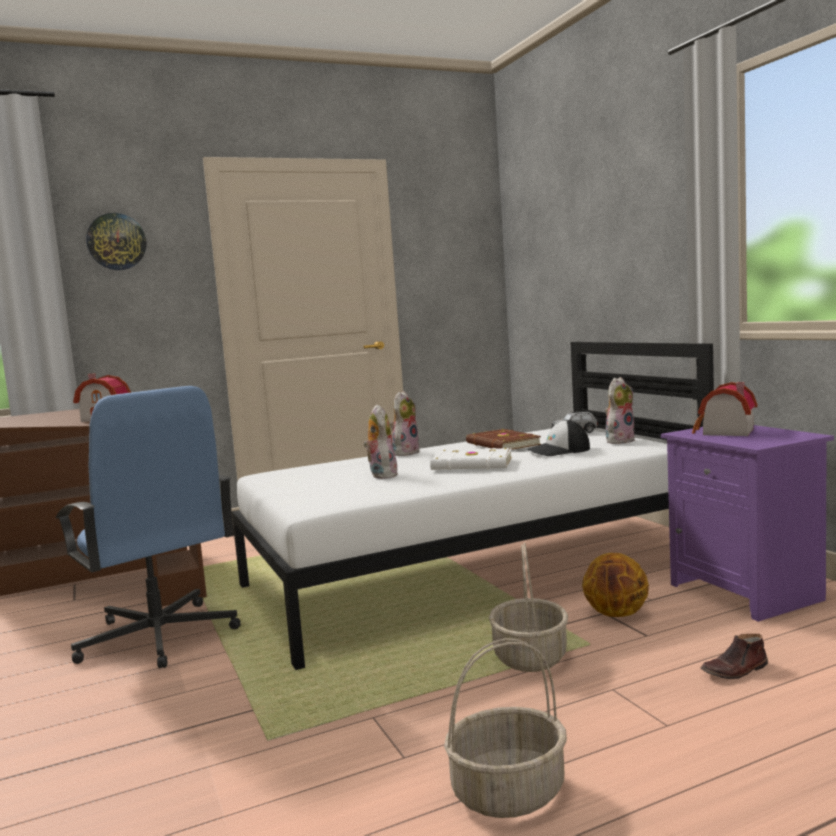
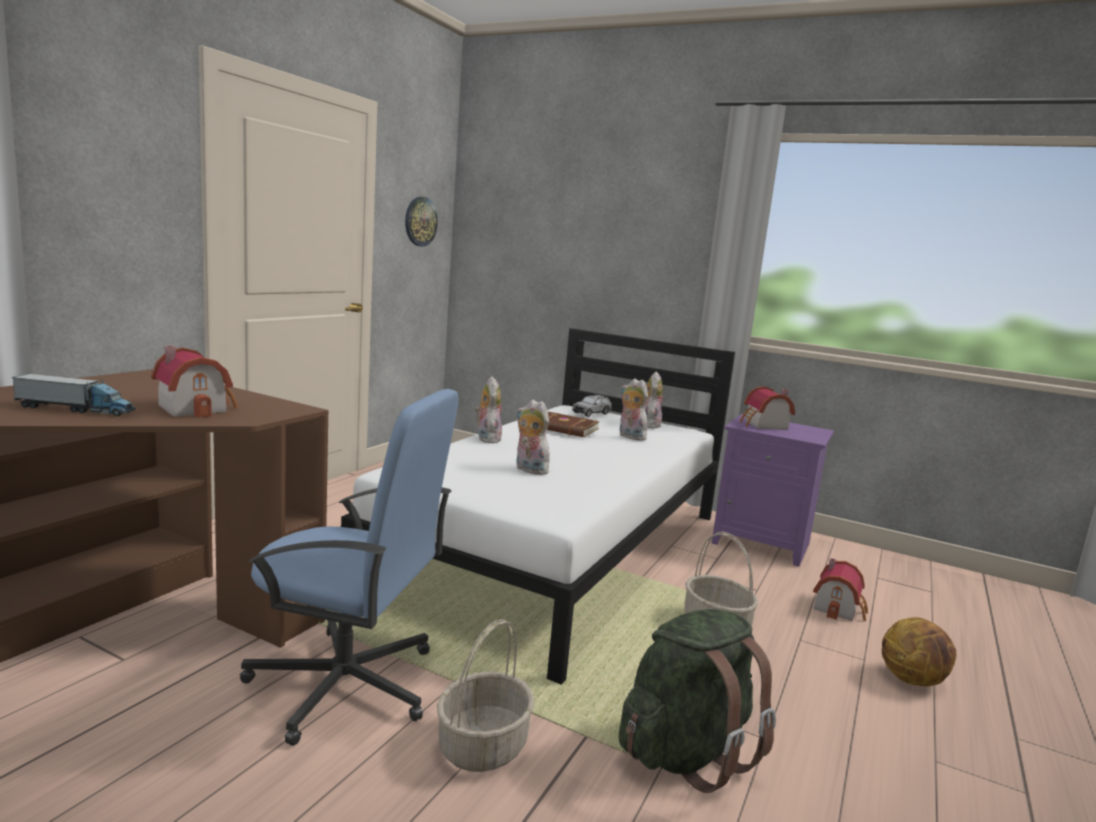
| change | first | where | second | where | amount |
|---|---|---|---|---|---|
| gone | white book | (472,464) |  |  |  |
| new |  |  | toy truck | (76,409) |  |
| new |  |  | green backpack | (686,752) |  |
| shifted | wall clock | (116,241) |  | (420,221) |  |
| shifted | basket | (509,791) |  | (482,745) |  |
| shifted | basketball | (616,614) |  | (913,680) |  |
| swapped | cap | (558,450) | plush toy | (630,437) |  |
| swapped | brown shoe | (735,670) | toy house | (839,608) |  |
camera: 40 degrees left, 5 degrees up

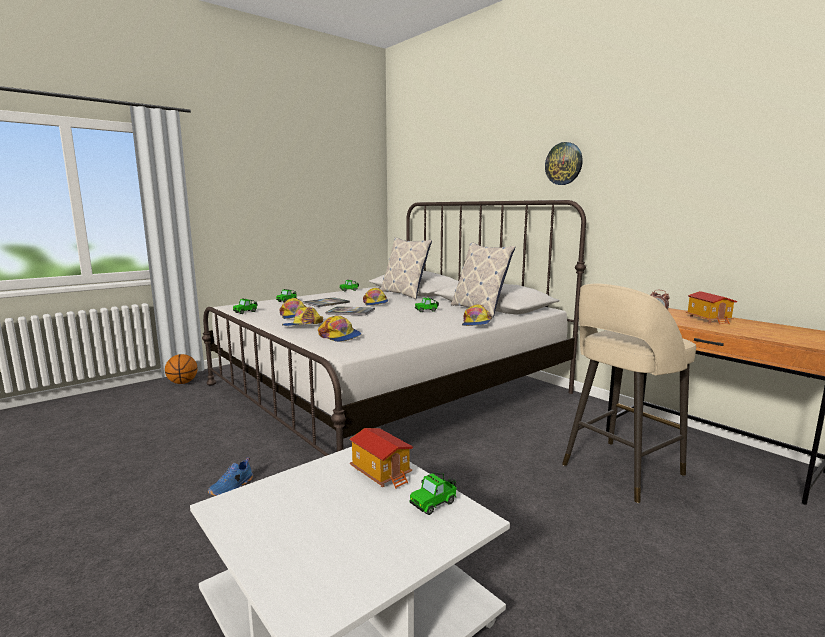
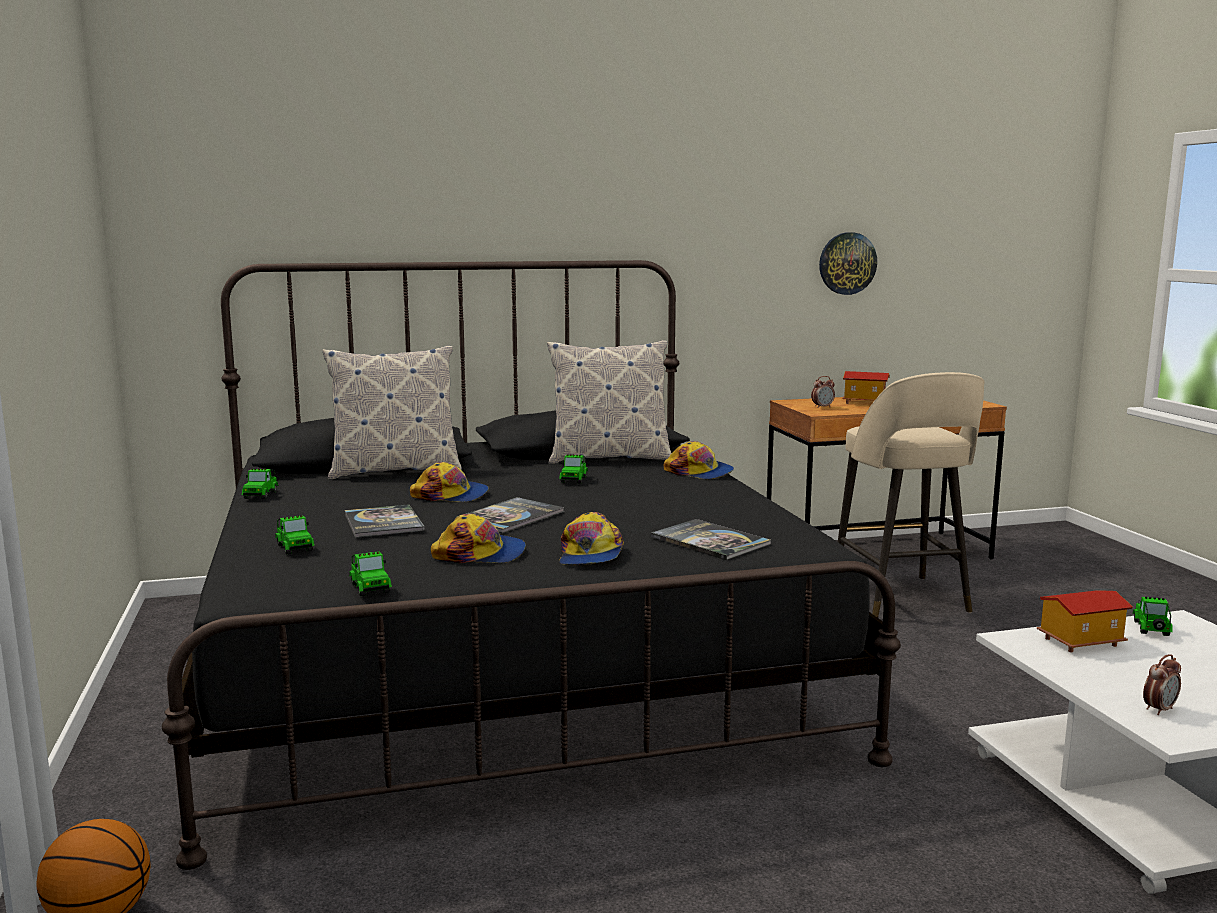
| change | first | where | second | where | amount |
|---|---|---|---|---|---|
| gone | blue shoe | (232,488) |  |  |  |
| new |  |  | alarm clock | (1159,709) |  |
| shifted | wall clock | (564,163) |  | (847,263) |  |
| swapped | cap | (340,336) | book | (710,541) |  |
| repainted | white bed | (387,388) | black bed | (504,662) |  |
| rotated | toy car | (435,503) |  | (1151,629) | 150 degrees counterclockwise |
camera: 65 degrees left, 0 degrees up

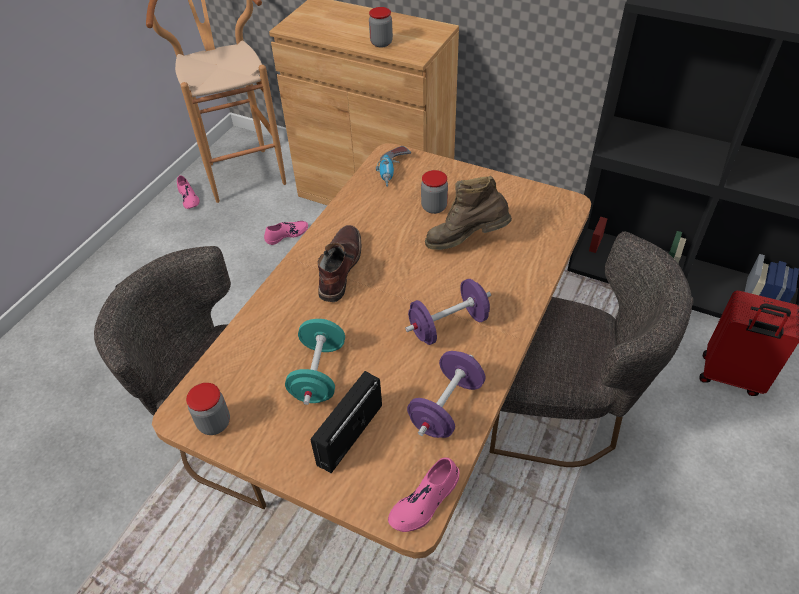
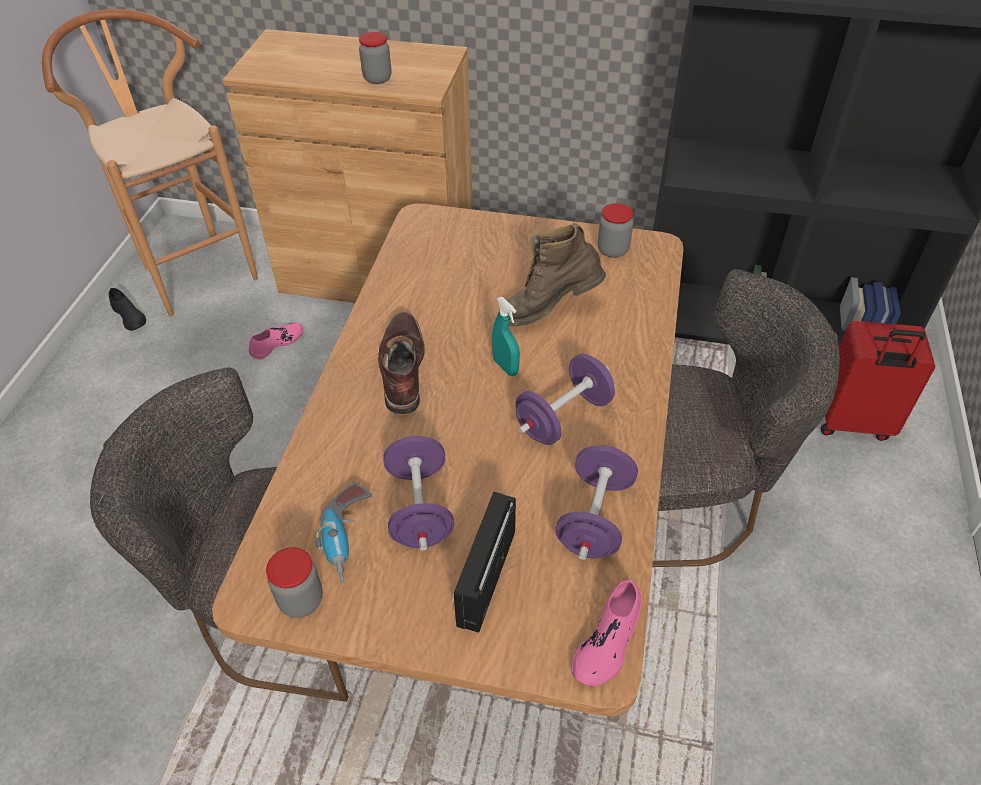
| change | first | where | second | where | amount |
|---|---|---|---|---|---|
| new |  |  | turquoise spray bottle | (505,367) |  |
| shifted | power drill | (394,172) |  | (349,538) |  |
| shifted | jar | (434,207) |  | (613,250) |  |
| repainted | pink shoe | (189,198) | black shoe | (129,316) |  |
| repainted | turquoise dumbbell | (318,374) | purple dumbbell | (420,509) |  |
camera: 15 degrees left, 0 degrees up

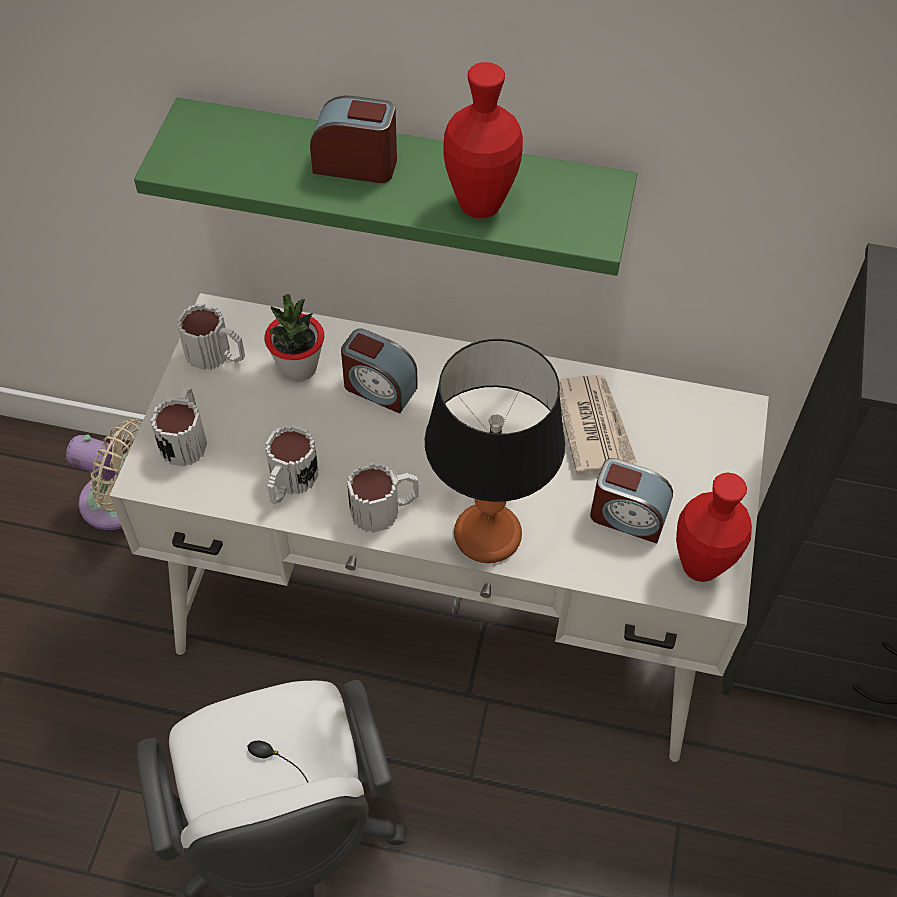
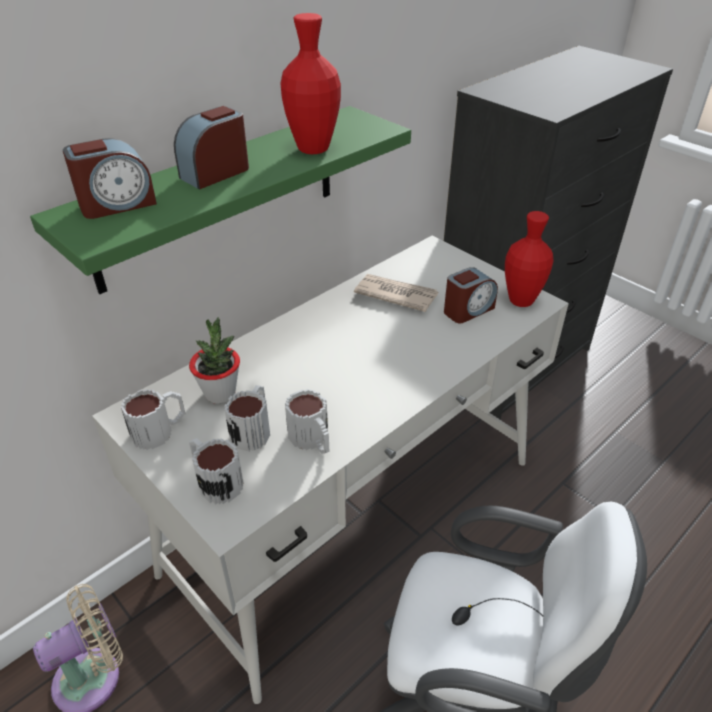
| change | first | where | second | where | amount |
|---|---|---|---|---|---|
| gone | table lamp | (486,535) |  |  |  |
| shifted | alarm clock | (379,388) |  | (117,204) |  |
| shifted | mug | (384,509) |  | (253,429) |  |
camera: 55 degrees left, 15 degrees down

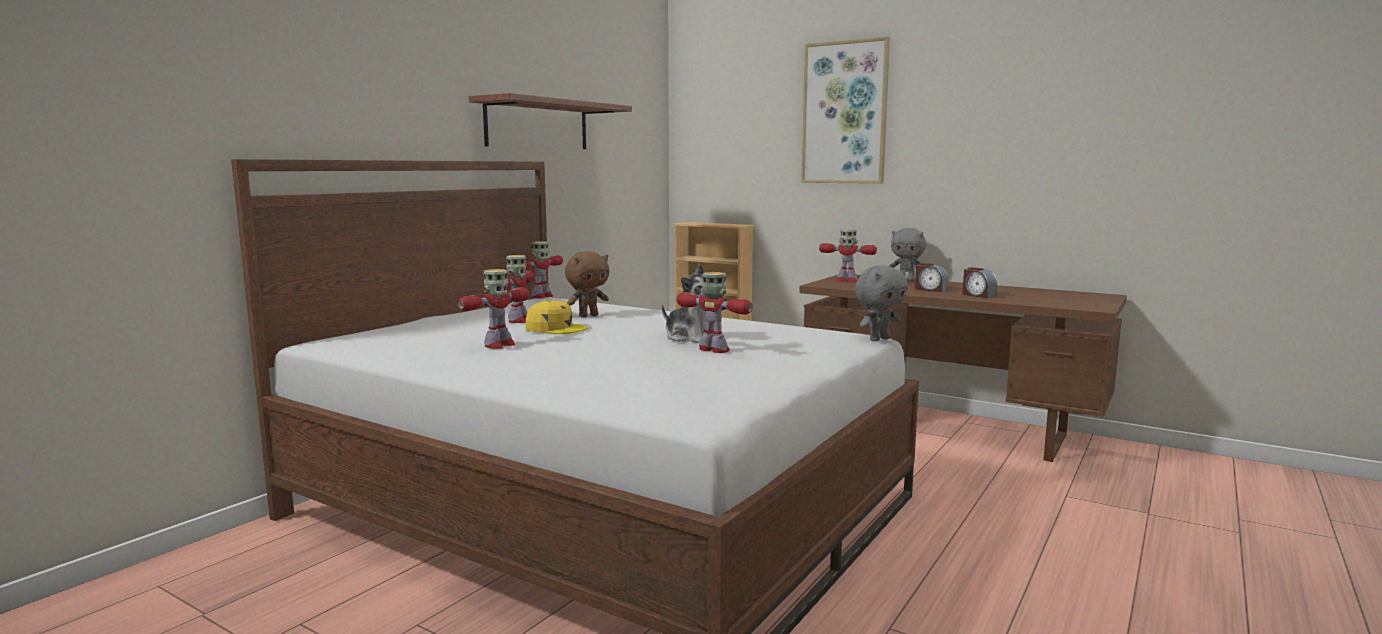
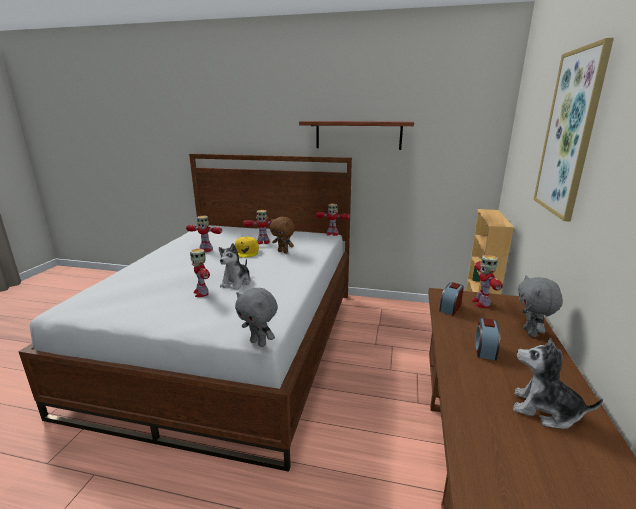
| change | first | where | second | where | amount |
|---|---|---|---|---|---|
| new |  |  | plush toy | (544,410) |  |
| shifted | alarm clock | (978,295) |  | (450,308) |  |
| rotated | toy robot | (714,350) |  | (201,293) | 135 degrees clockwise |
camera: 70 degrees right, 10 degrees up

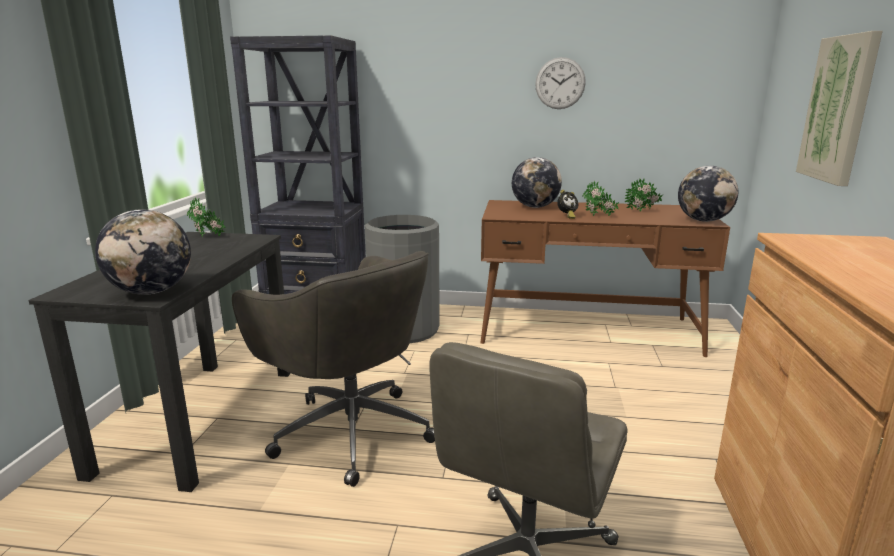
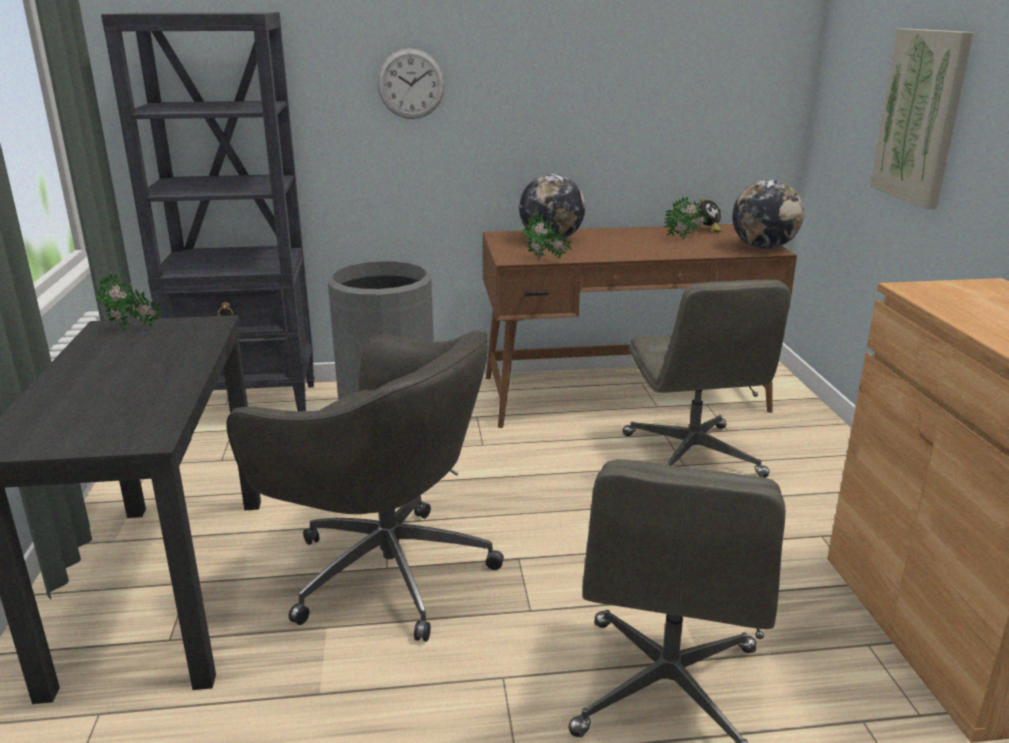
| change | first | where | second | where | amount |
|---|---|---|---|---|---|
| gone | globe | (151,292) |  |  |  |
| new |  |  | grey office chair | (693,456) |  |
| shifted | wall clock | (560,83) |  | (411,84) |  |
| shifted | alarm clock | (566,216) |  | (708,230) |  |
| shifted | potted plant | (598,216) |  | (546,259) |  |
camera: 15 degrees left, 5 degrees up

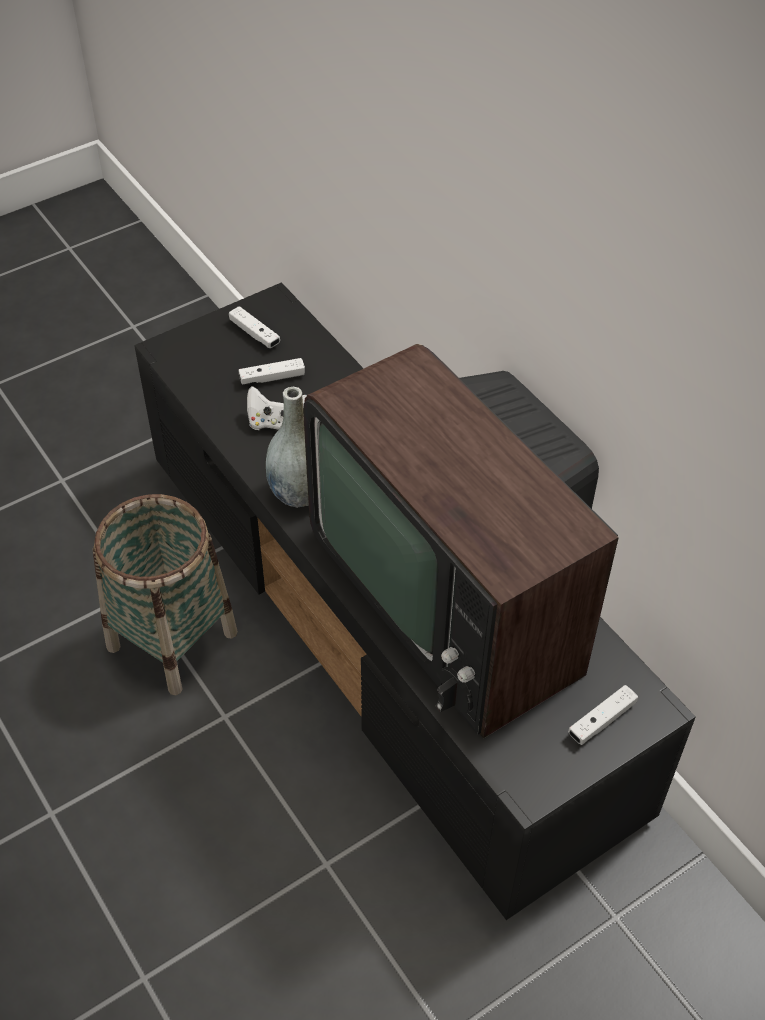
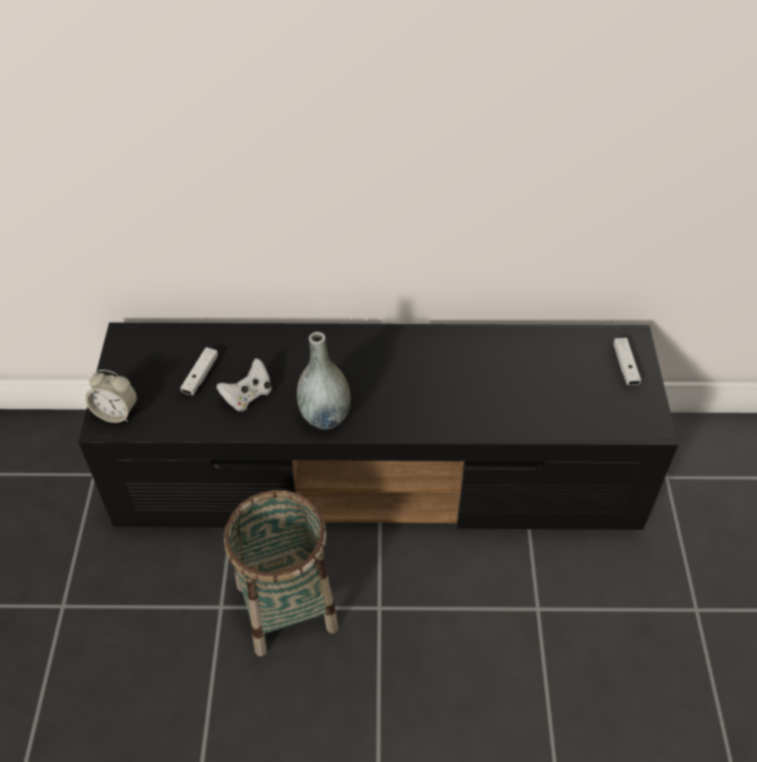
| change | first | where | second | where | amount |
|---|---|---|---|---|---|
| gone | white game controller | (254,334) |  |  |  |
| gone | television | (456,588) |  |  |  |
| new |  |  | alarm clock | (116,412) |  |
camera: 55 degrees left, 0 degrees up

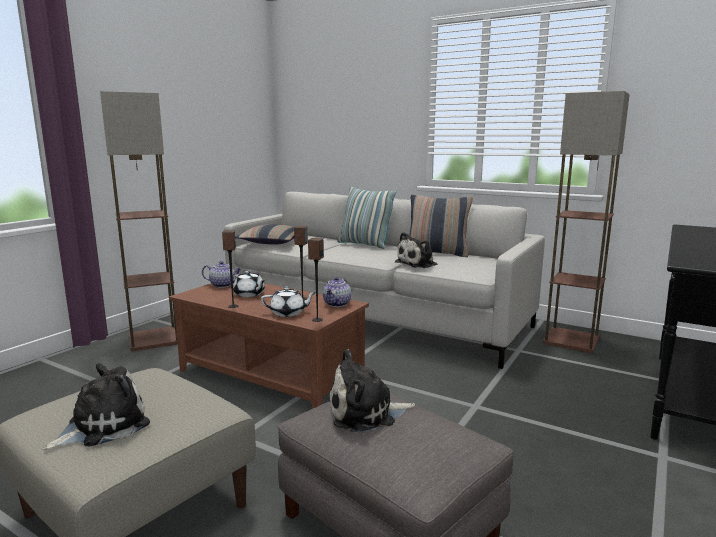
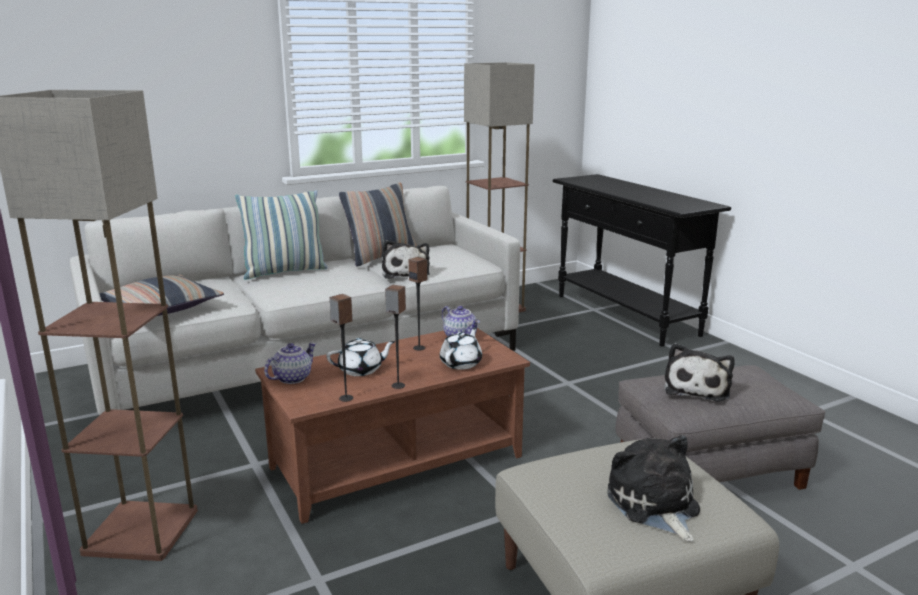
| change | first | where | second | where | amount |
|---|---|---|---|---|---|
| shifted | speaker | (317,320) |  | (345,398) |  |
camera: 60 degrees left, 5 degrees up

